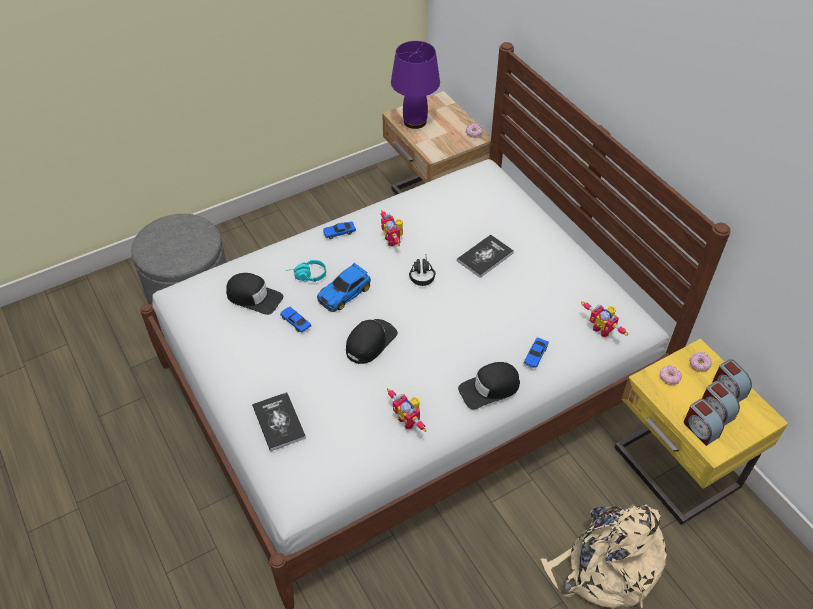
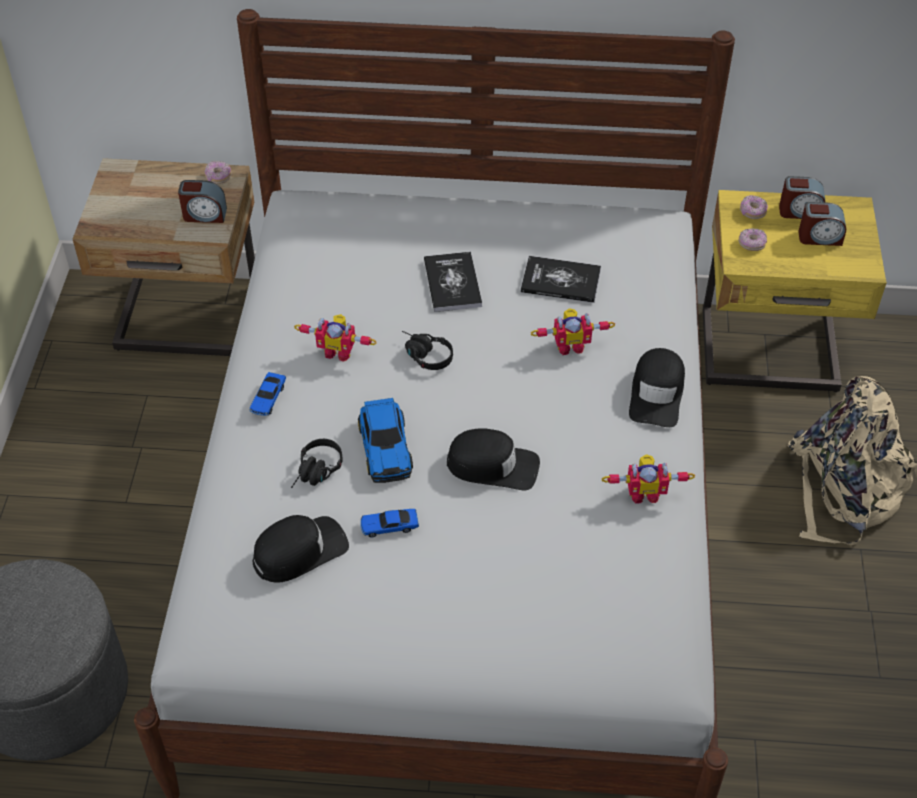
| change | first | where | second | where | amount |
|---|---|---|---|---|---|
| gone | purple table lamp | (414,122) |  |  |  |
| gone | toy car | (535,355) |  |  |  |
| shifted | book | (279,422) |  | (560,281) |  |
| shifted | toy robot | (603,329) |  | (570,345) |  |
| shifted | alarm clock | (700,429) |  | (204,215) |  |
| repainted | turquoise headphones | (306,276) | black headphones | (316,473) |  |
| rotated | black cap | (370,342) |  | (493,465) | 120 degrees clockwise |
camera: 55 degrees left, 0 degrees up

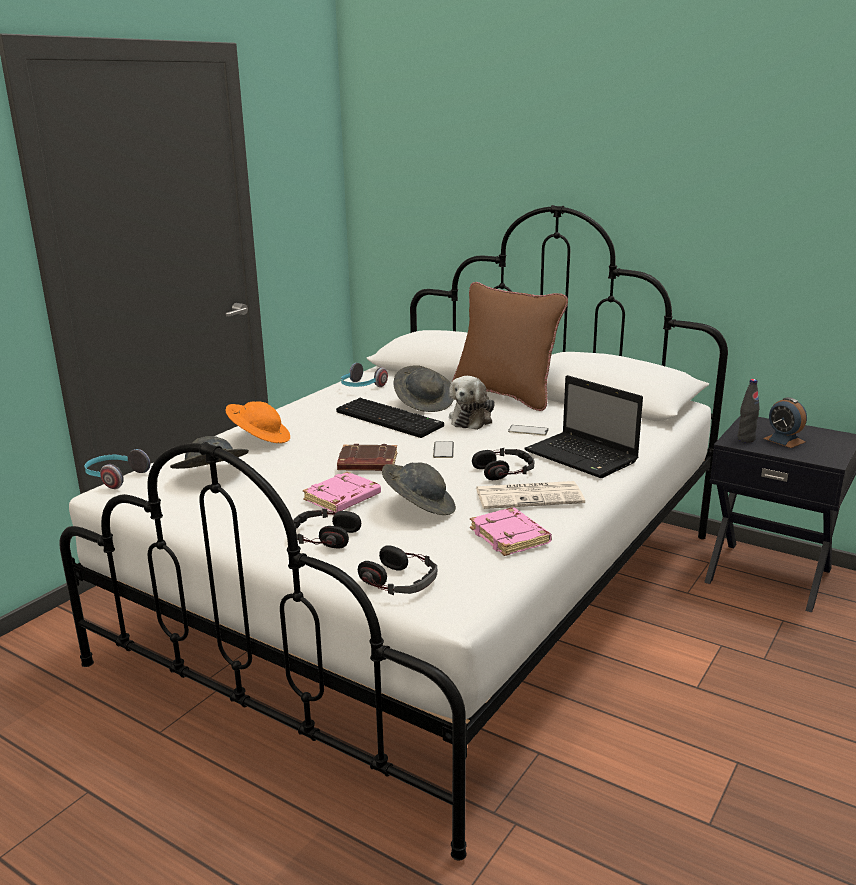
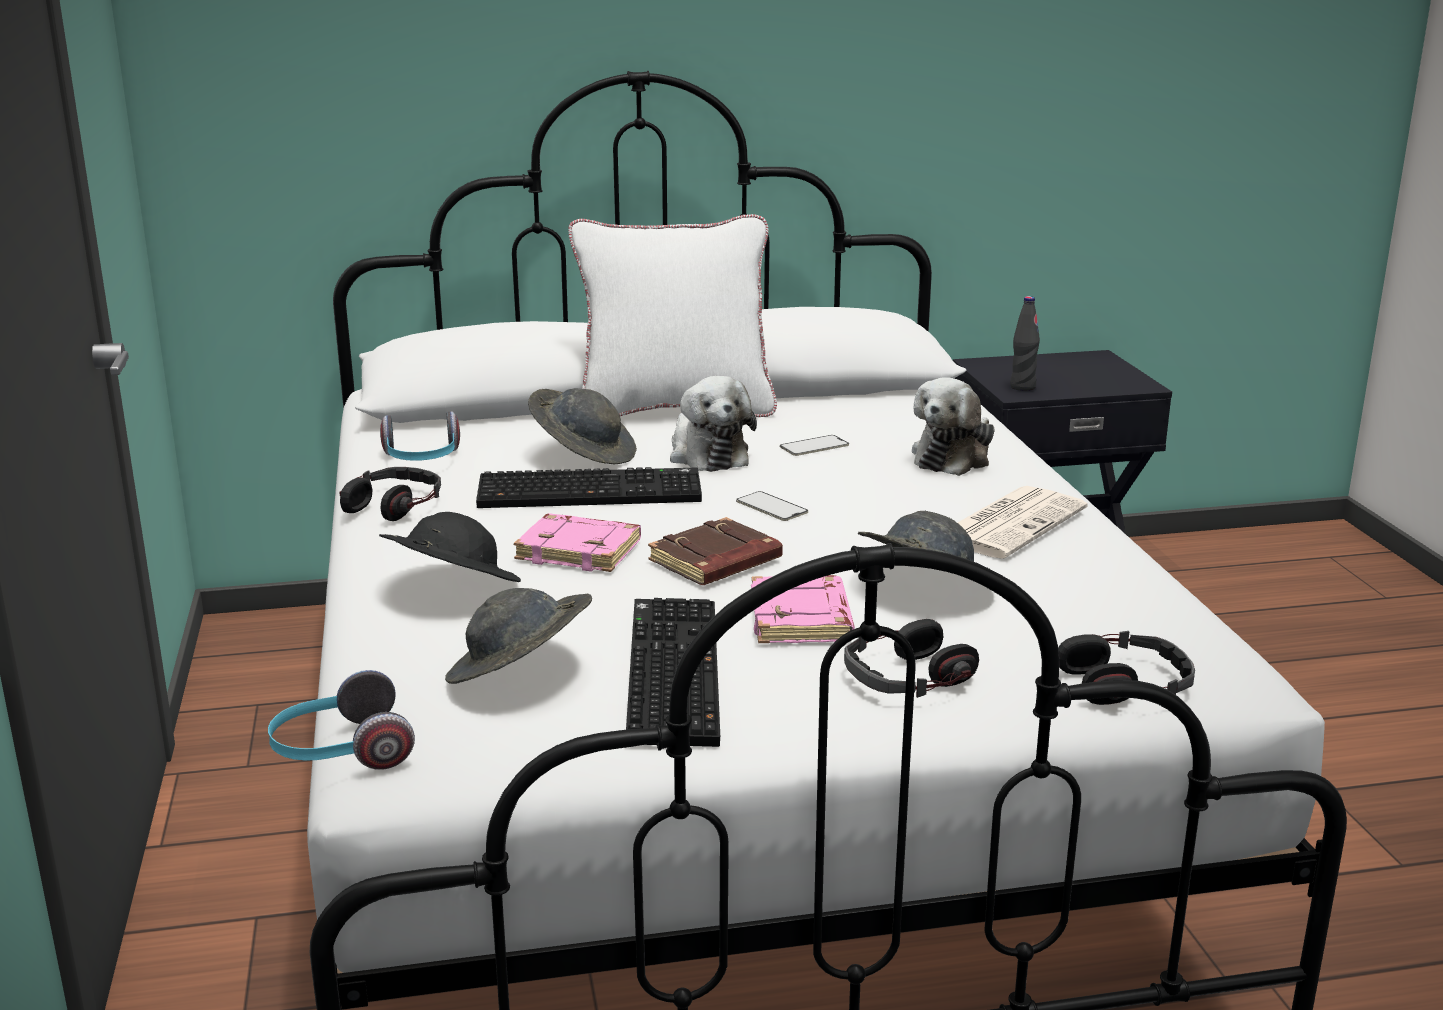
| change | first | where | second | where | amount |
|---|---|---|---|---|---|
| gone | alarm clock | (784,440) |  |  |  |
| new |  |  | keyboard | (668,671) |  |
| shifted | pink book | (511,537) |  | (581,551) |  |
| shifted | headphones | (504,471) |  | (392,505) |  |
| swapped | laptop | (583,457) | plush toy | (953,457) |  |
| repainted | orange hat | (260,439) | black hat | (451,590) |  |
| repainted | brown pillow | (505,396) | white pillow | (674,410) |  |
camera: 45 degrees left, 0 degrees up

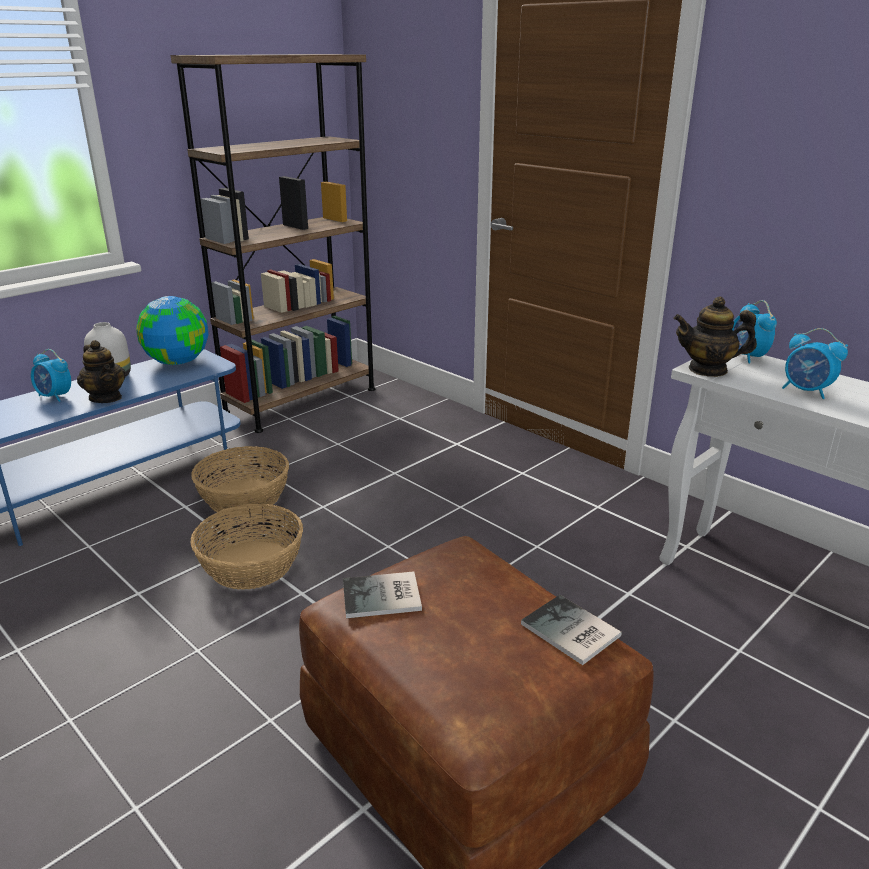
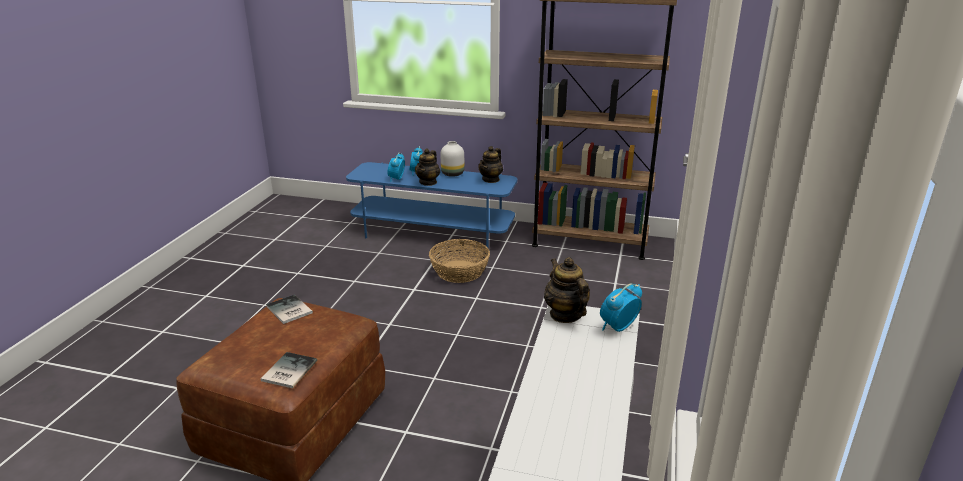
| change | first | where | second | where | amount |
|---|---|---|---|---|---|
| gone | basket | (250,564) |  |  |  |
| shifted | alarm clock | (806,391) |  | (396,179) |  |
| swapped | globe | (178,362) | teapot | (491,179) |  |
camera: 60 degrees right, 0 degrees up

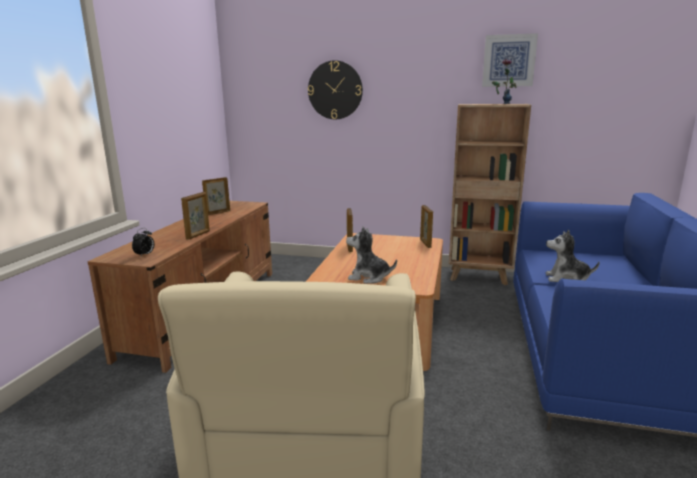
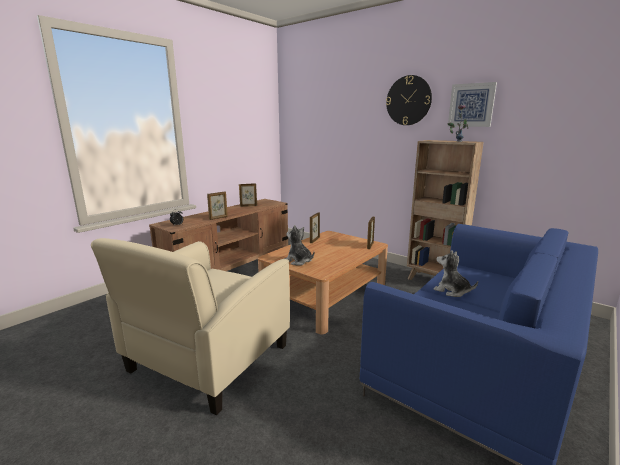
| change | first | where | second | where | amount |
|---|---|---|---|---|---|
| shifted | wall clock | (335,90) |  | (408,100) |  |
camera: 25 degrees right, 0 degrees up

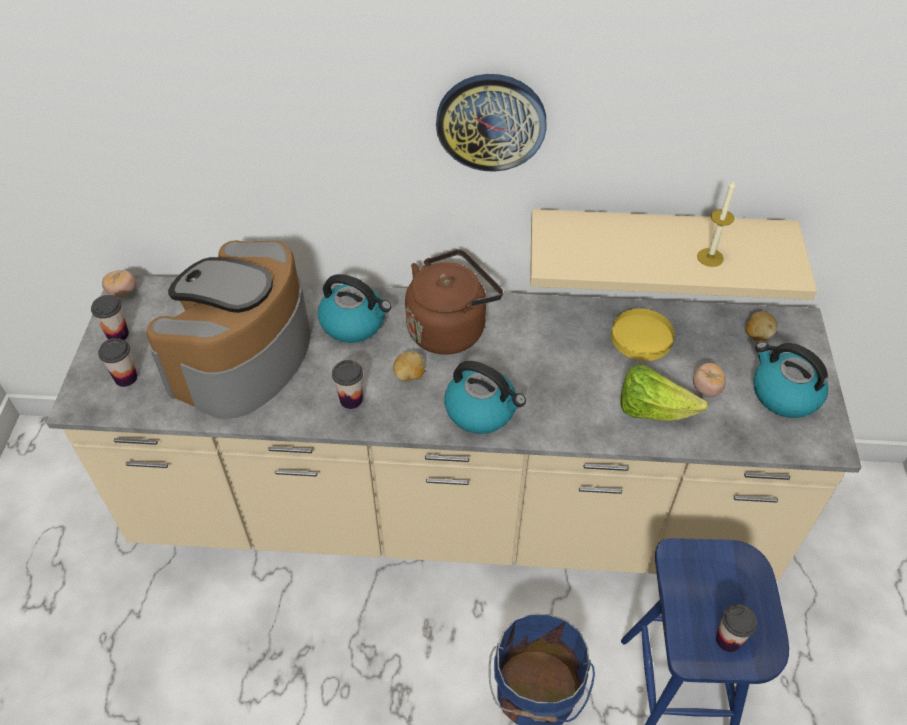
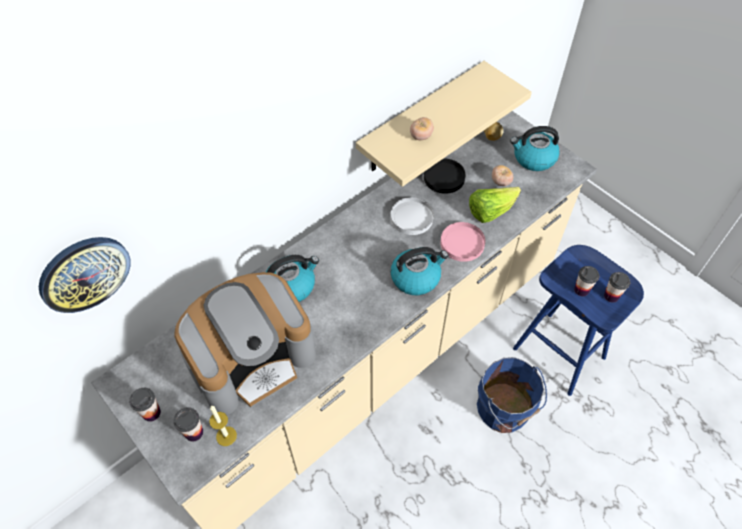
| change | first | where | second | where | amount |
|---|---|---|---|---|---|
| gone | potato | (409,376) |  |  |  |
| gone | brown kettle | (450,328) |  |  |  |
| new |  |  | white plate | (412,218) |  |
| new |  |  | pink plate | (462,243) |  |
| shifted | tomato | (122,292) |  | (421,136) |  |
| shifted | cup | (351,399) |  | (581,290) |  |
| shifted | wall clock | (491,122) |  | (84,273) |  |
| shifted | candle | (710,257) |  | (226,436) |  |
| repainted | yellow plate | (642,337) | black plate | (444,178) |  |
| rotated | coffee machine | (243,358) |  | (252,359) | 105 degrees counterclockwise |
camera: 45 degrees left, 5 degrees up

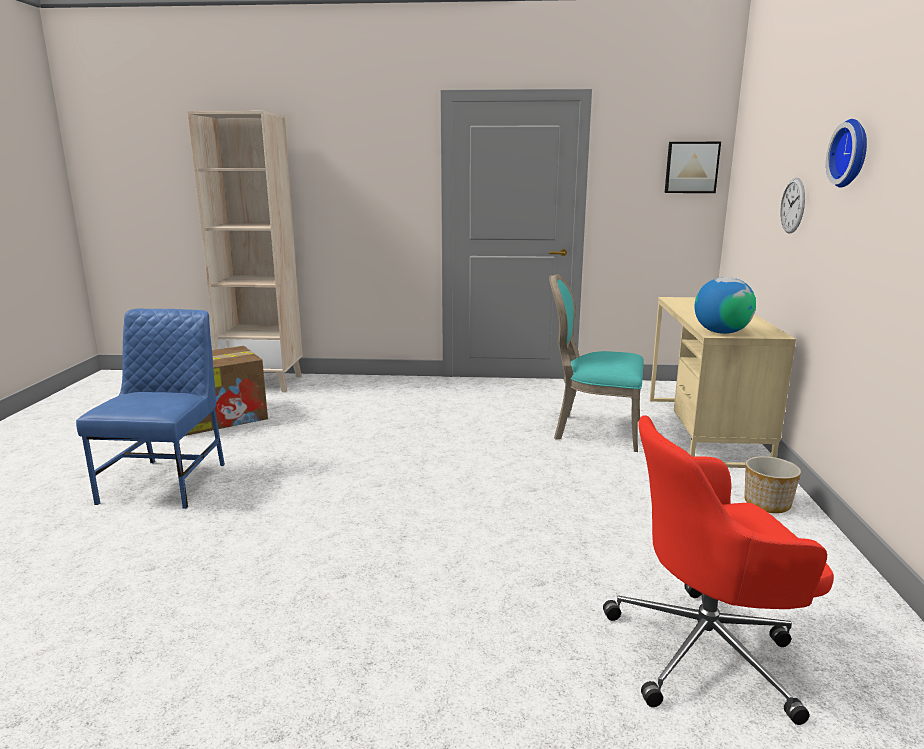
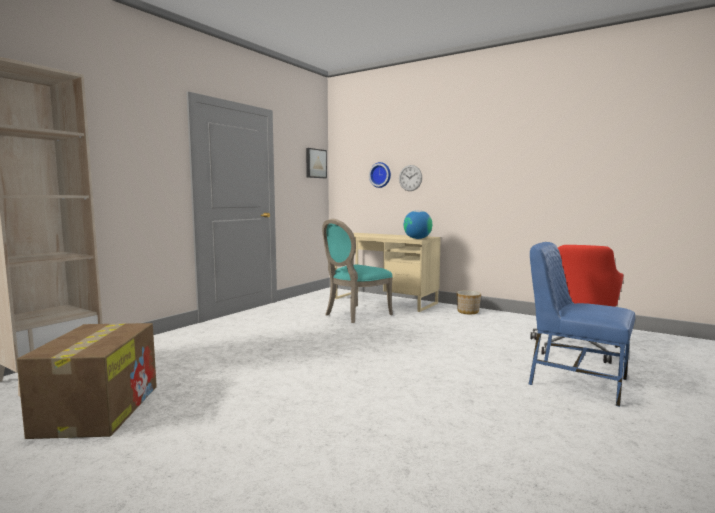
| change | first | where | second | where | amount |
|---|---|---|---|---|---|
| shifted | blue chair | (167,482) |  | (575,381) |  |
| shifted | wall clock | (852,153) |  | (380,175) |  |
camera: 60 degrees left, 10 degrees down

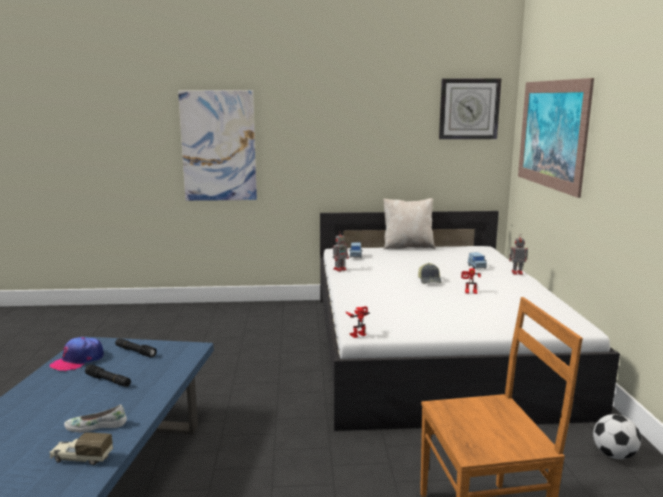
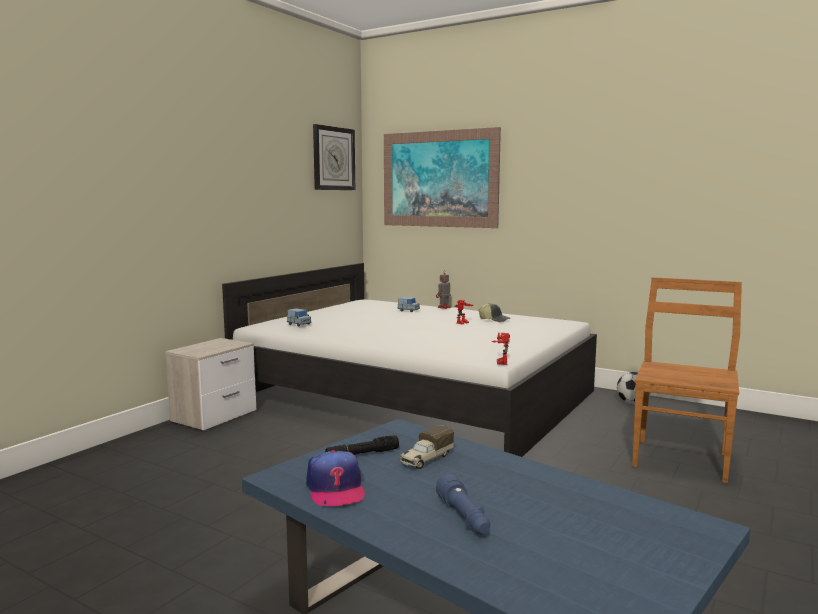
| change | first | where | second | where | amount |
|---|---|---|---|---|---|
| gone | white shoe | (96,426) |  |  |  |
| gone | black flashlight | (108,381) |  |  |  |
| gone | picture | (218,146) |  |  |  |
| gone | toy robot | (340,269) |  |  |  |
| gone | beige pillow | (407,247) |  |  |  |
| new |  |  | nightstand | (215,416) |  |
| new |  |  | blue flashlight | (464,517) |  |
| shifted | toy truck | (81,458) |  | (426,459) |  |
| shifted | cap | (430,280) |  | (494,320) |  |
camera: 55 degrees left, 5 degrees down

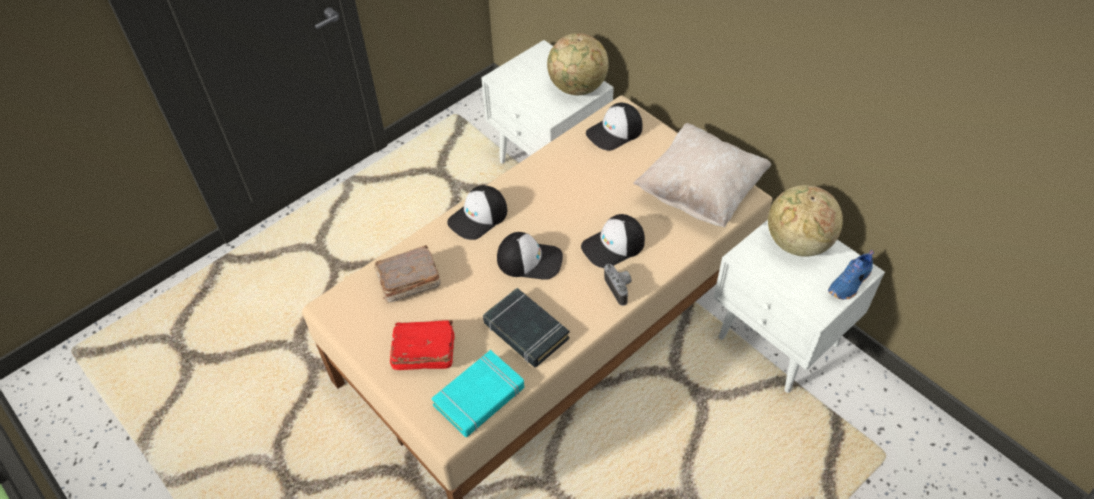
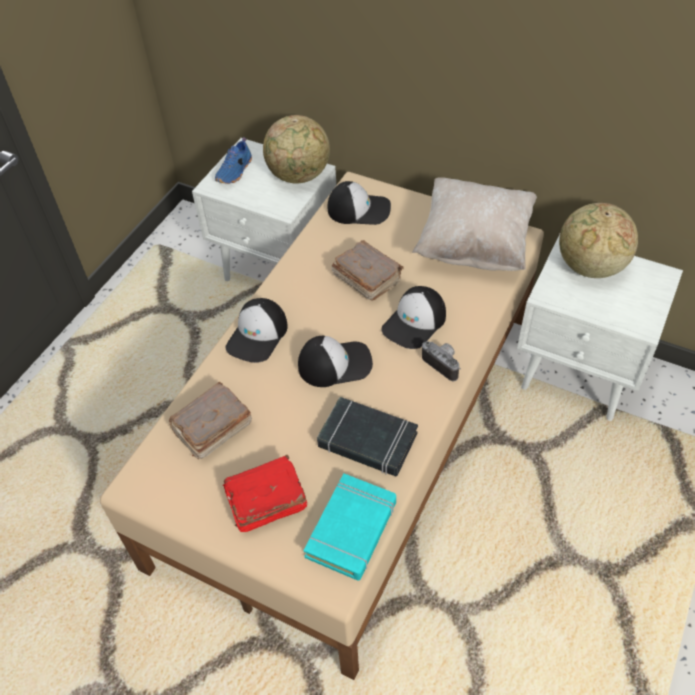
| change | first | where | second | where | amount |
|---|---|---|---|---|---|
| new |  |  | brown book | (366,278) |  |
| shifted | blue shoe | (850,283) |  | (235,171) |  |
| rotated | cap | (615,132) |  | (359,209) | 120 degrees counterclockwise |
camera: 20 degrees left, 0 degrees up

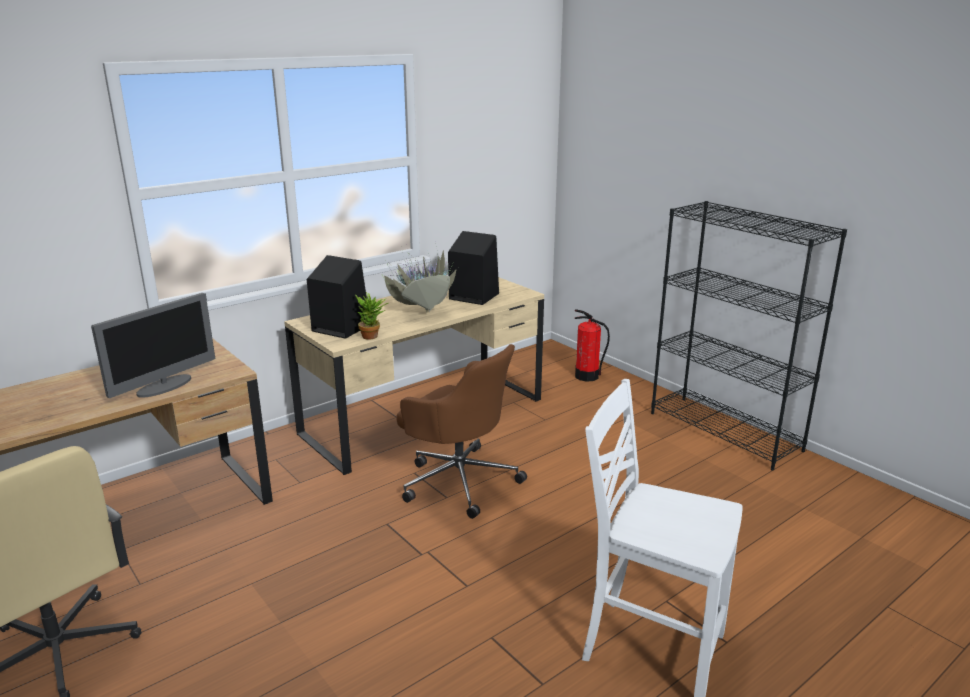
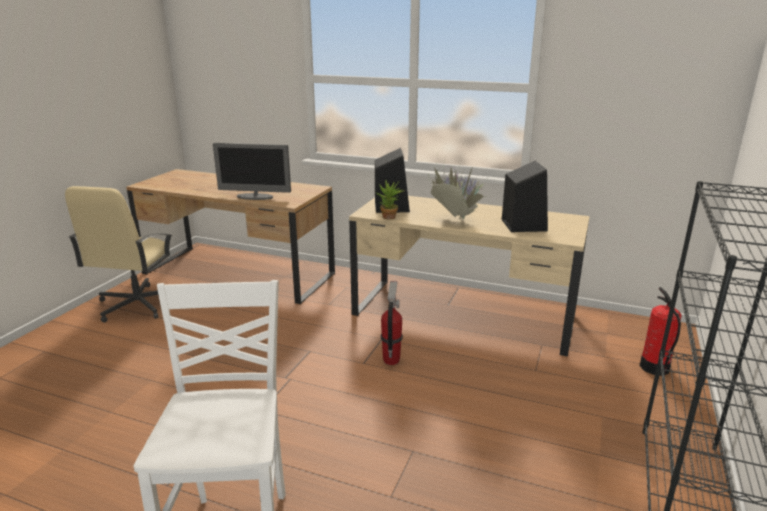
| change | first | where | second | where | amount |
|---|---|---|---|---|---|
| swapped | brown office chair | (459,480) | fire extinguisher | (391,360) |  |
camera: 60 degrees right, 0 degrees up

